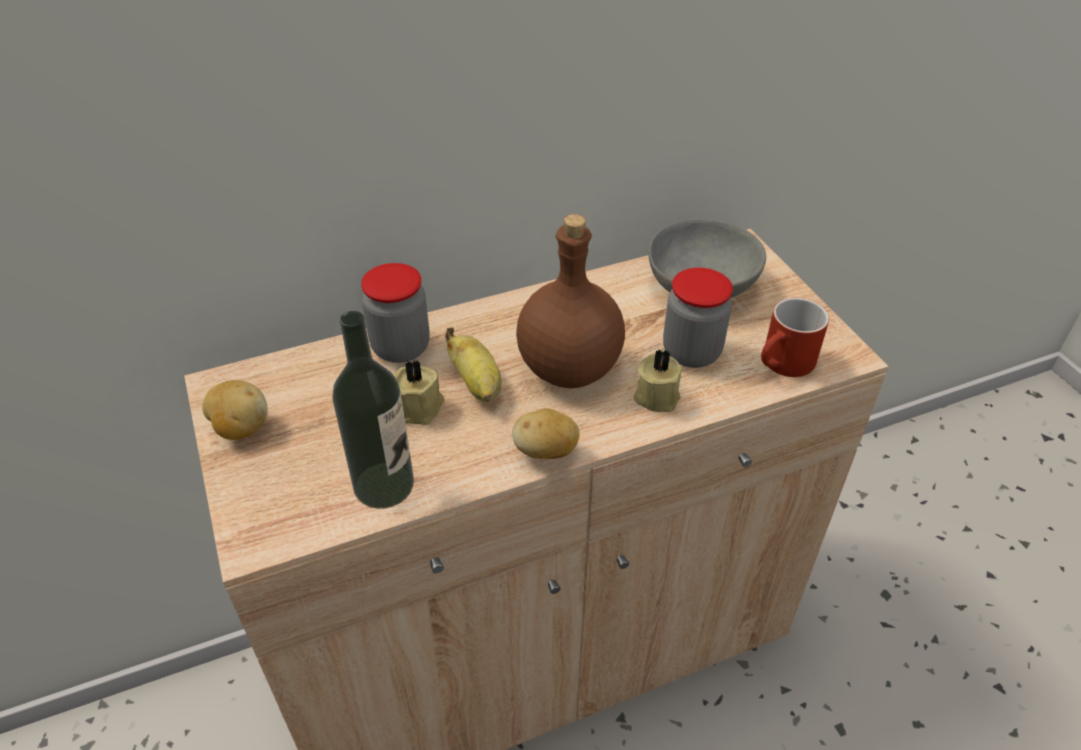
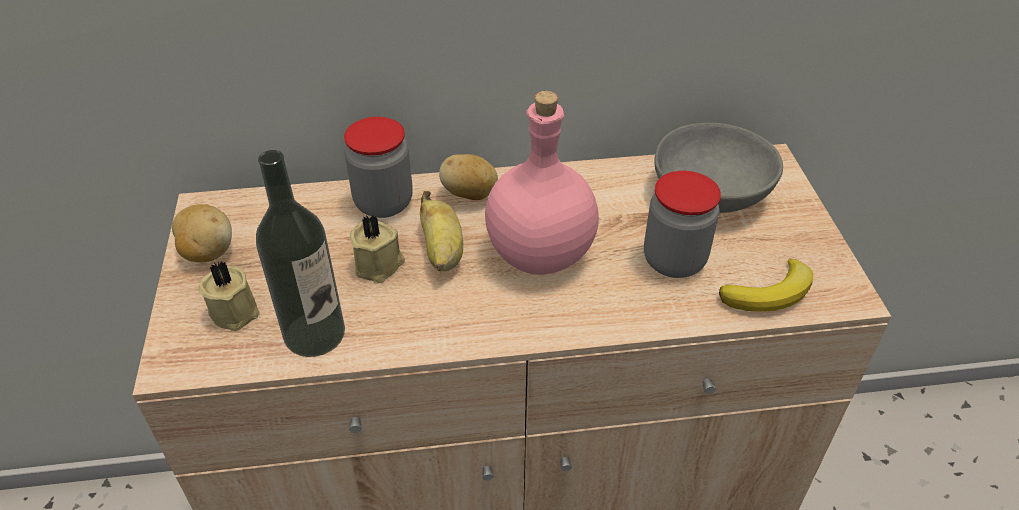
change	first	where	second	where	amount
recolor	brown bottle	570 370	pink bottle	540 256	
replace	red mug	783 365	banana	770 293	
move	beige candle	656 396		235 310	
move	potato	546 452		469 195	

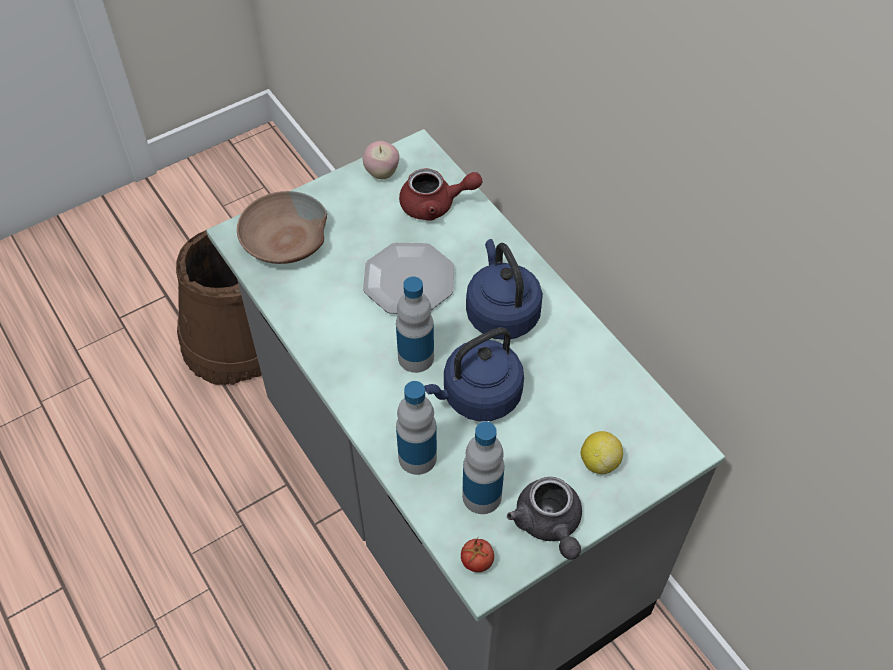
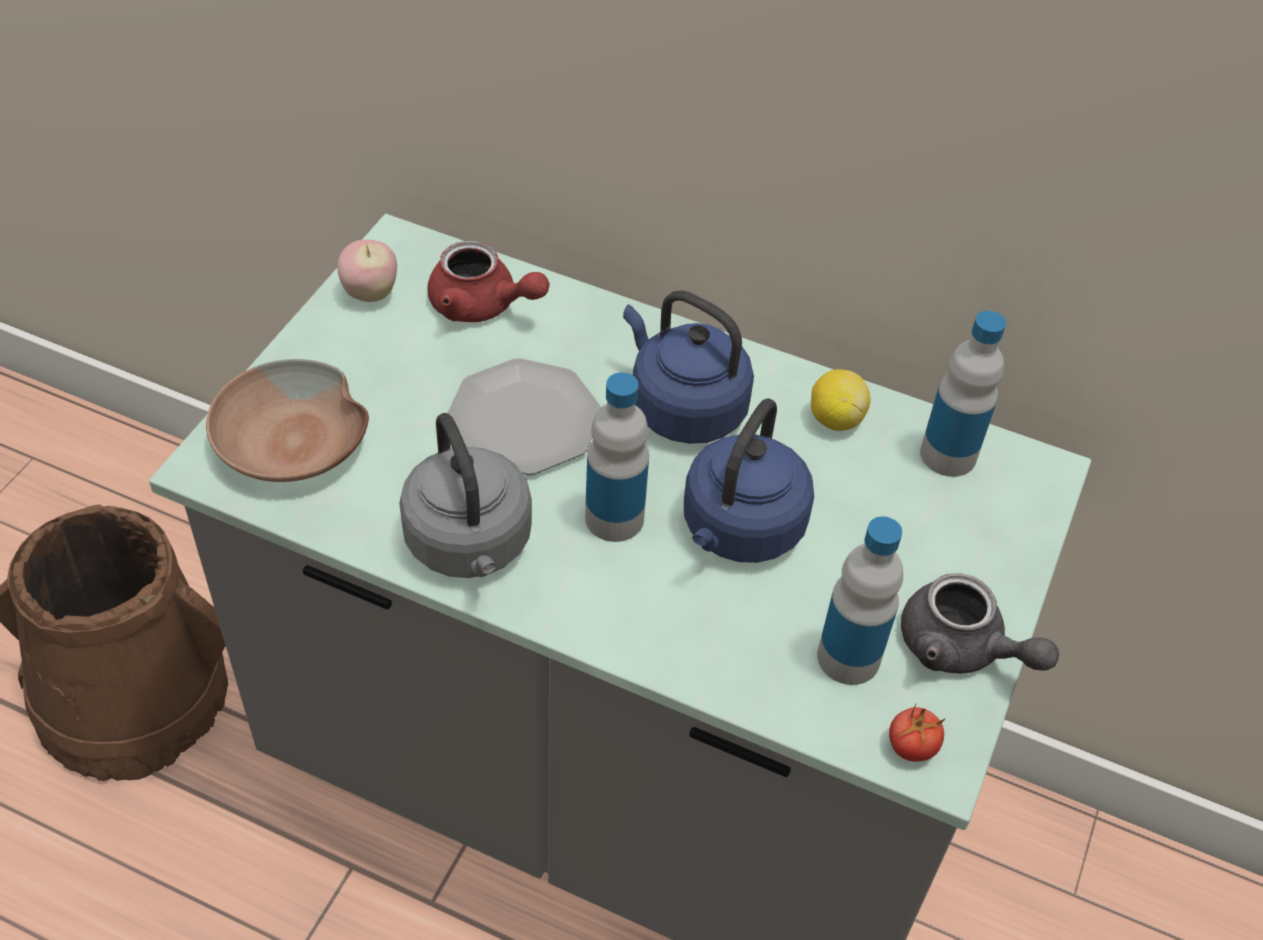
change	first	where	second	where	amount
rotate	red teapot	435 205		482 306	60 degrees clockwise
move	bottle	417 457		948 455	
move	lemon	599 462		835 419	
insert			grey kettle	470 545	

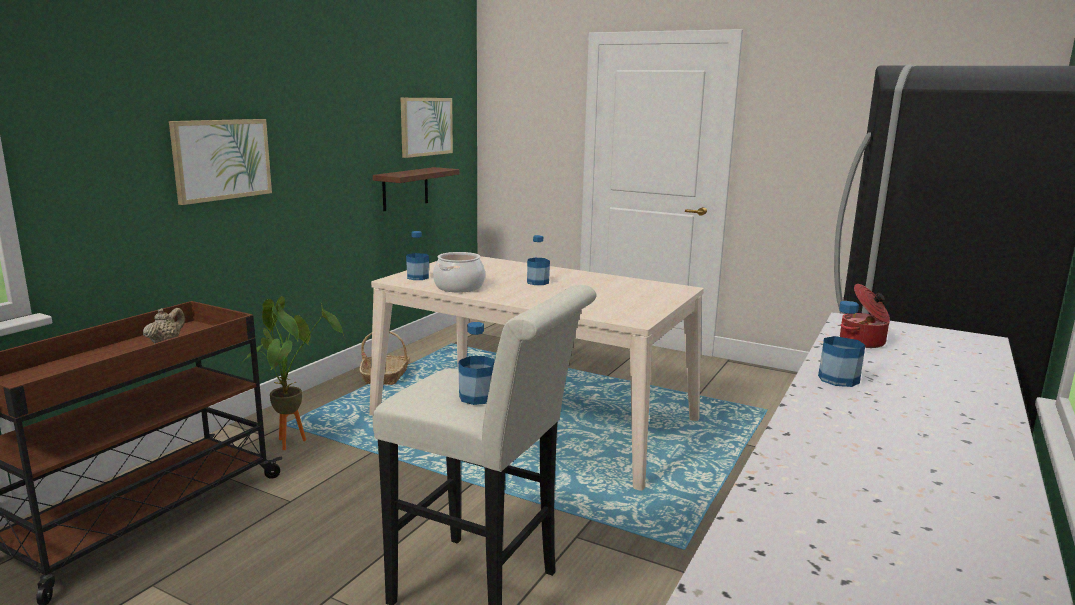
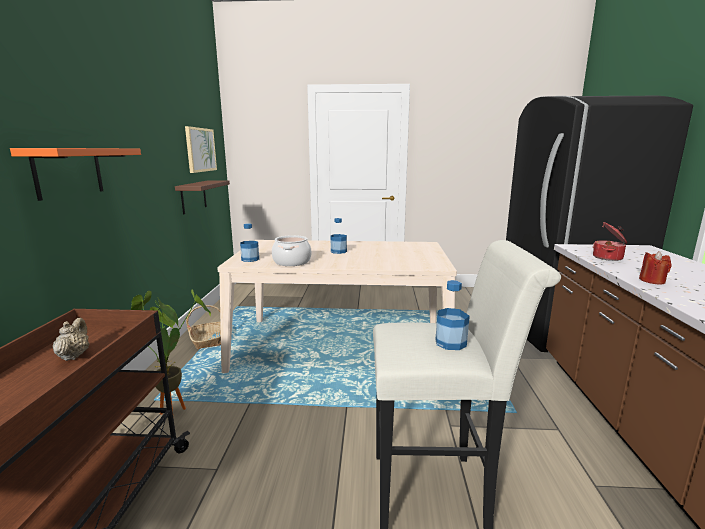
change	first	where	second	where	amount
replace	picture	222 159	orange shelf	69 172	
replace	bottle	838 379	red candle	652 281	

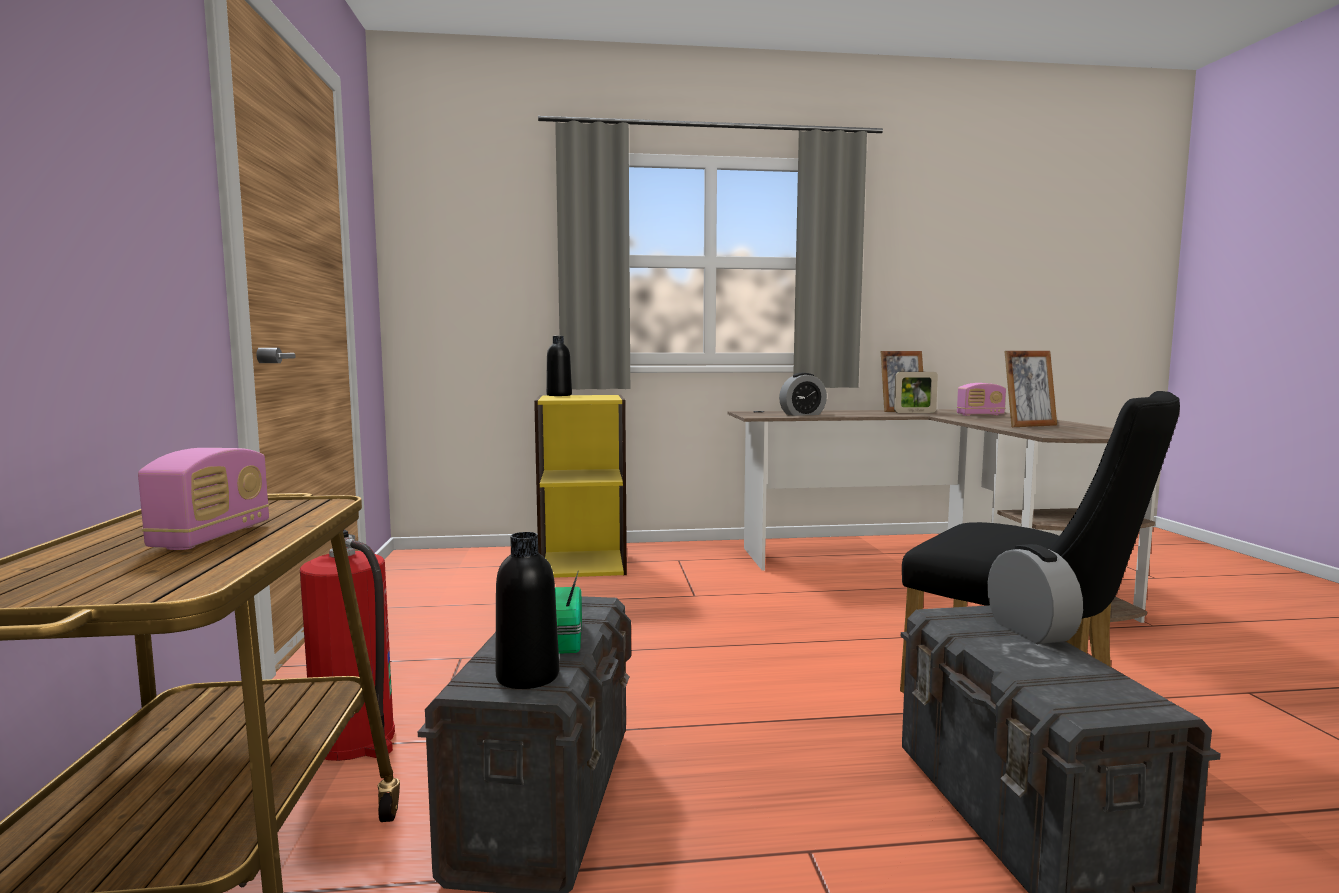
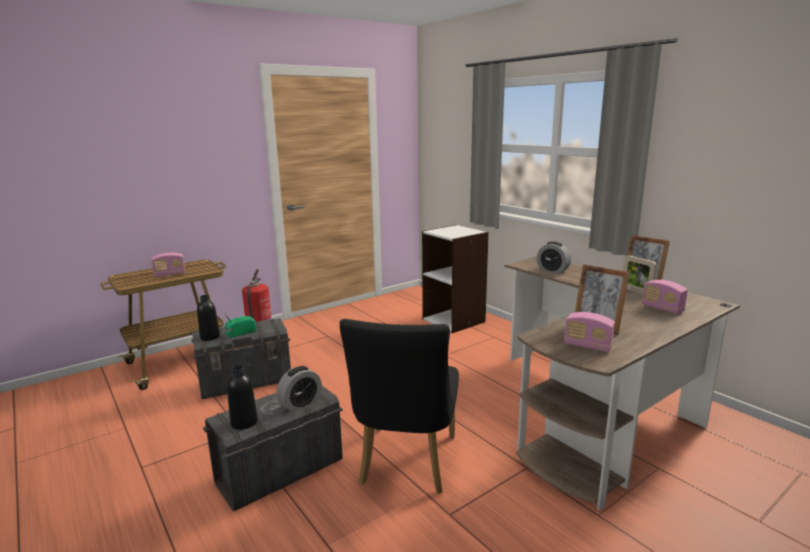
change	first	where	second	where	amount
move	black bottle	559 395		244 422	
recolor	yellow bookcase	583 564	white bookcase	454 320	
insert			radio	587 346	

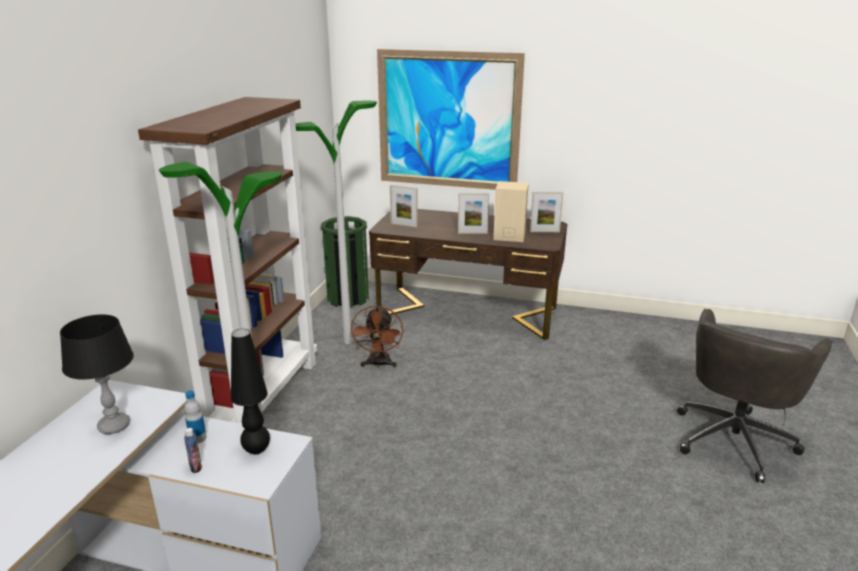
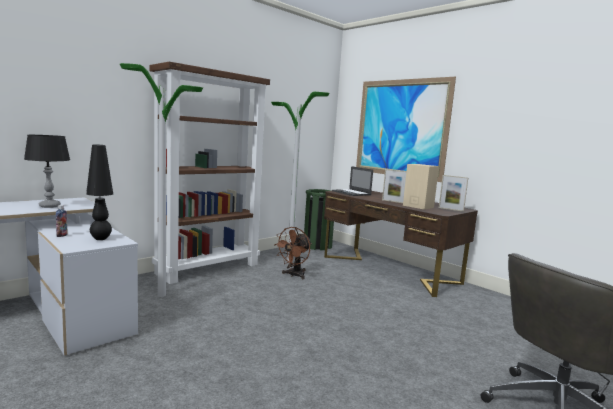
change	first	where	second	where	amount
replace	picture frame	404 225	laptop	351 193	
delete	bottle	197 438			

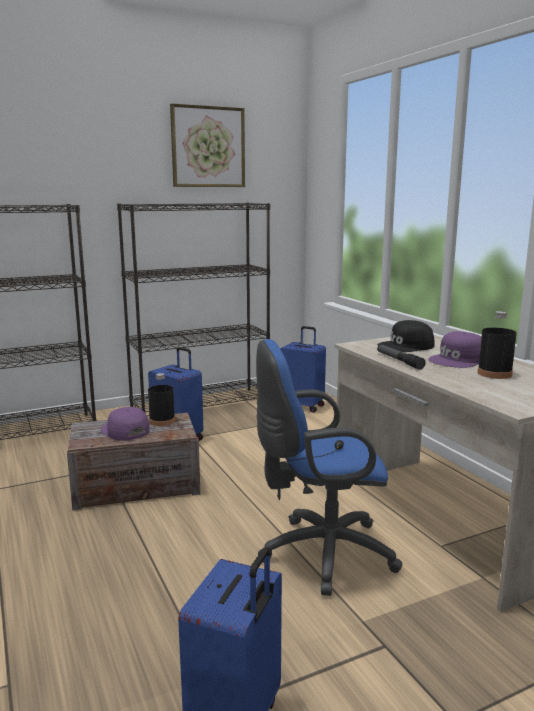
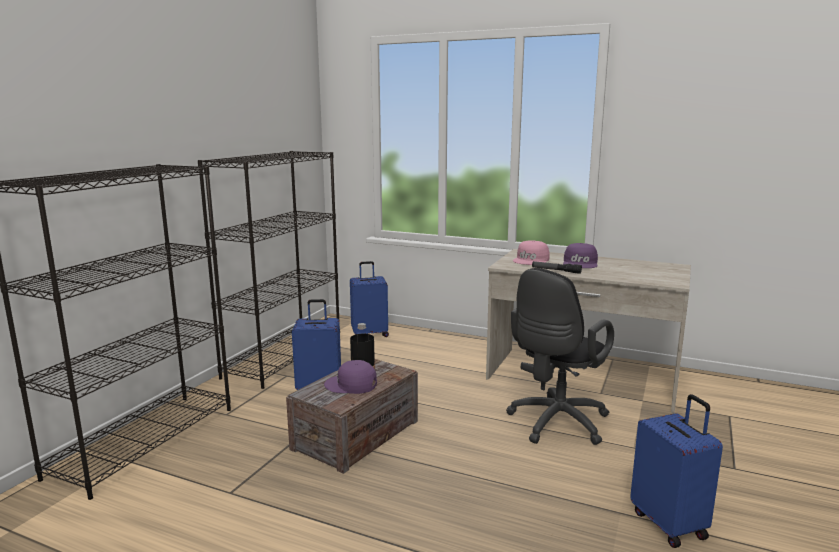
change	first	where	second	where	amount
delete	picture	208 147			
delete	black bottle	494 373			
recolor	black cap	406 346	pink cap	531 260	
recolor	blue office chair	320 553	black office chair	555 424	

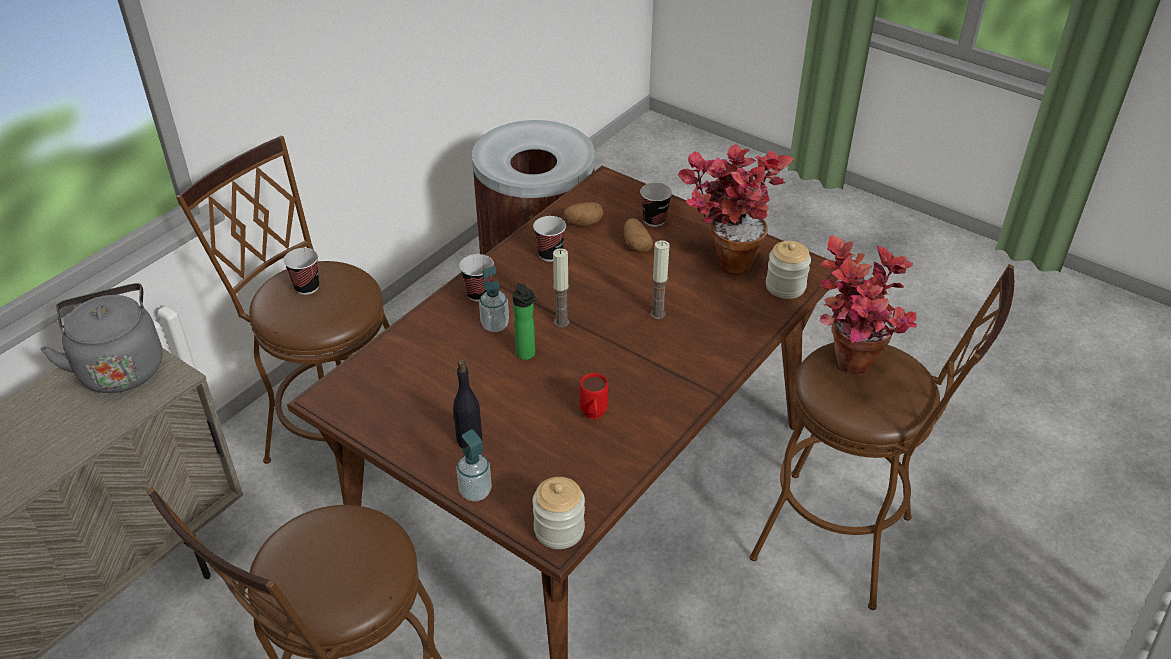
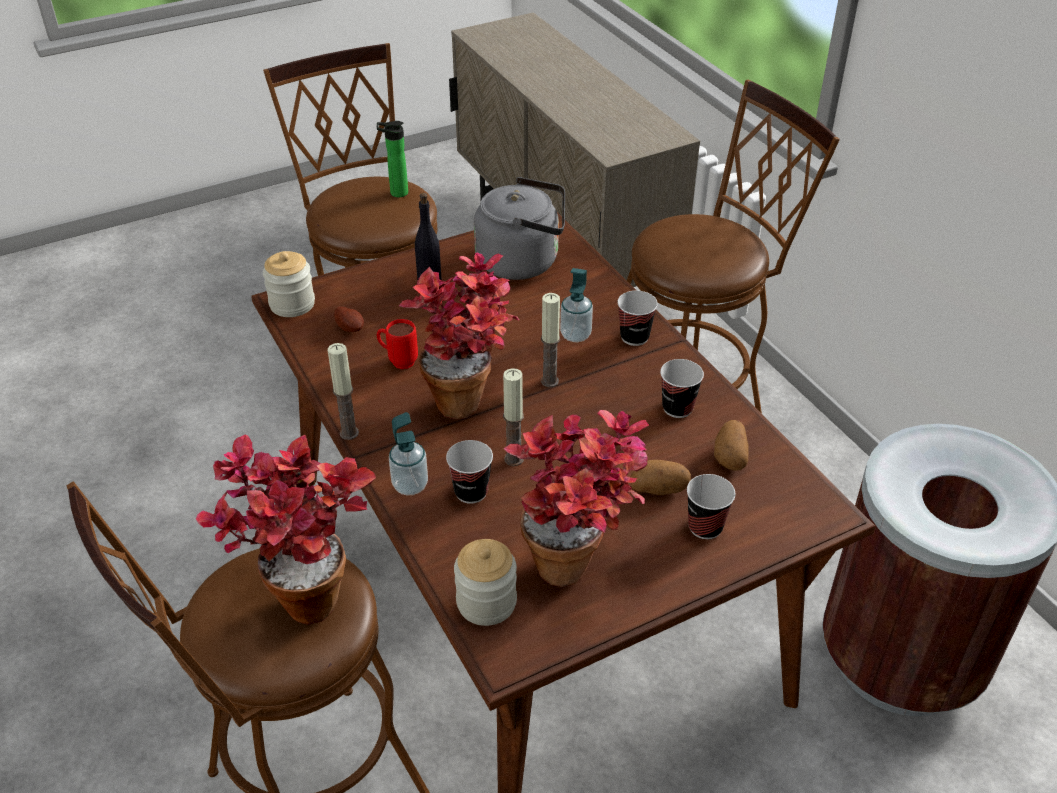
change	first	where	second	where	amount
move	cup	307 287		471 492	
move	grey kettle	120 367		523 261	
move	bottle	527 355		396 193	
move	soap dispenser	475 491		410 485	
insert			potted plant	469 397	
insert			potato	350 328	
insert			candle	349 433	

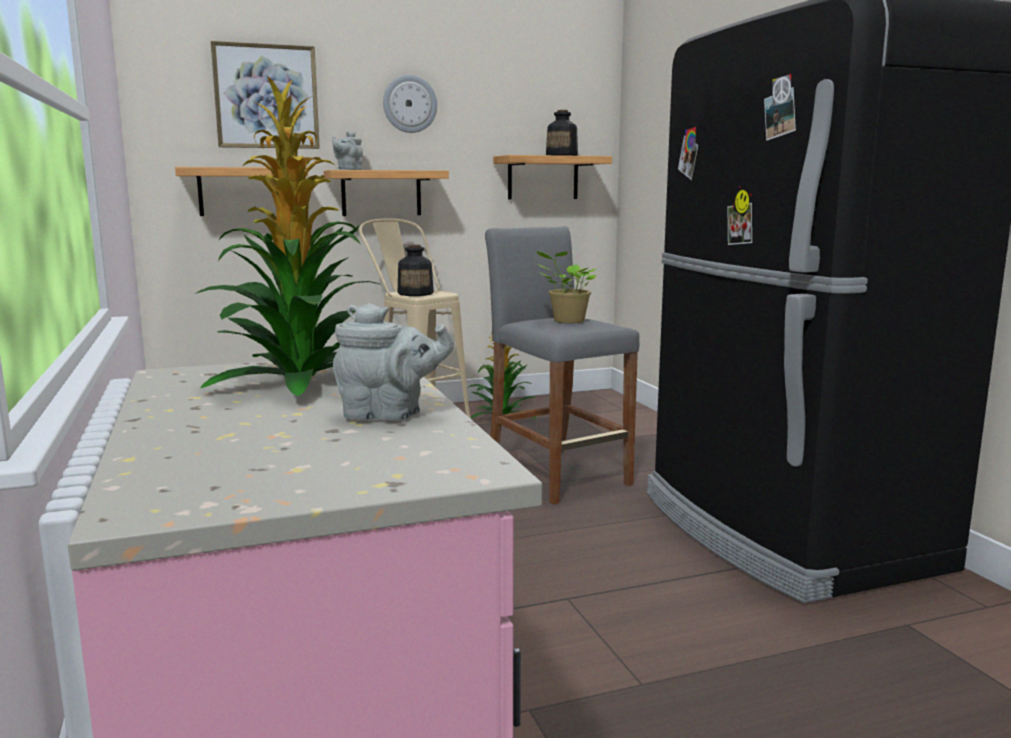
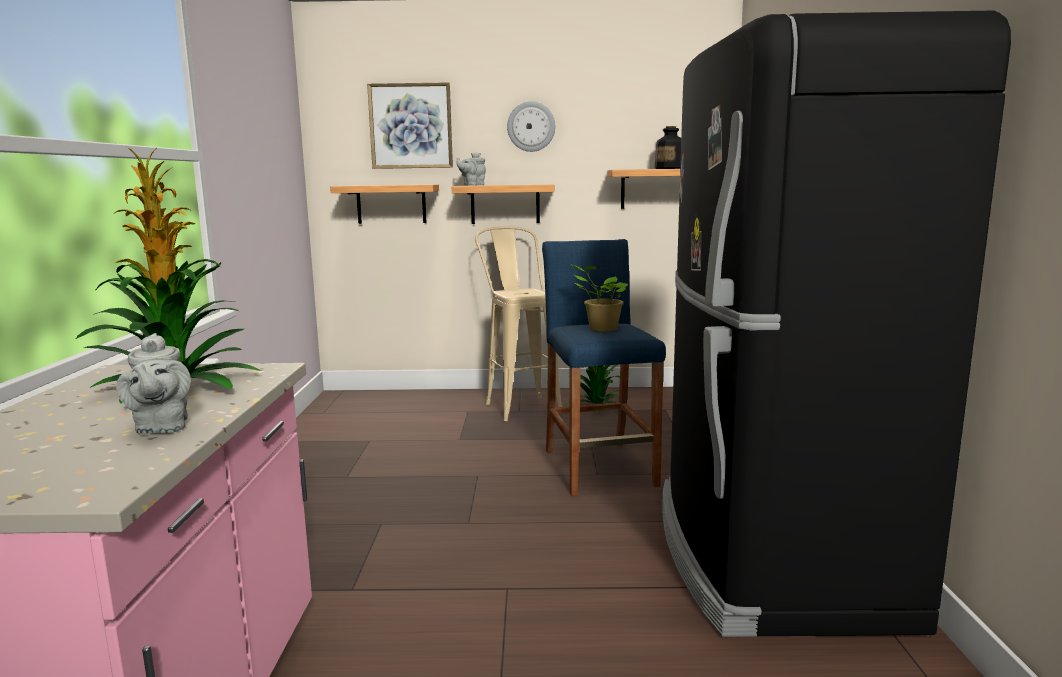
change	first	where	second	where	amount
recolor	grey stool	558 475	blue stool	599 468	
delete	bottle	416 294			
rotate	grey teapot	388 415		161 427	45 degrees clockwise

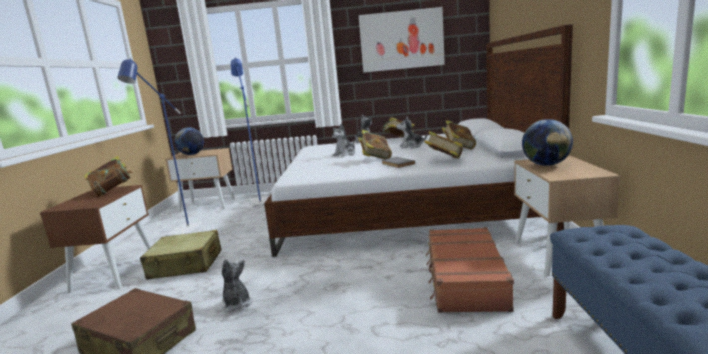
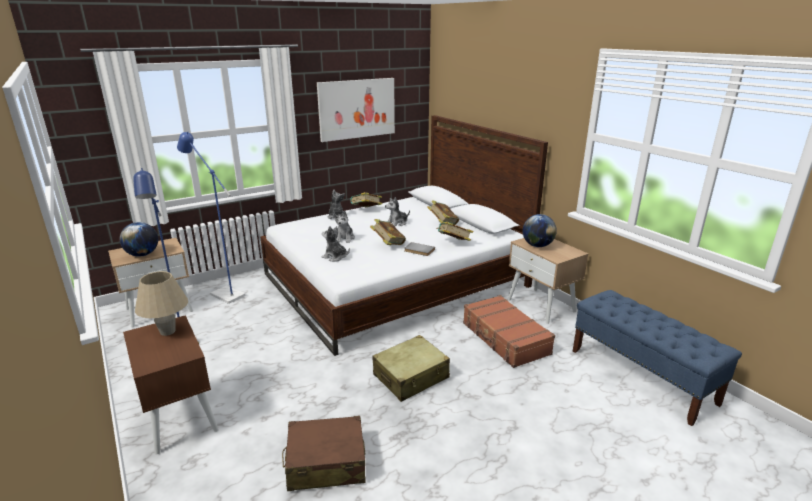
change	first	where	second	where	amount
replace	book	112 191	beige table lamp	167 331	
move	beige suitcase	186 265		411 377	
move	plush toy	236 304		335 257	

